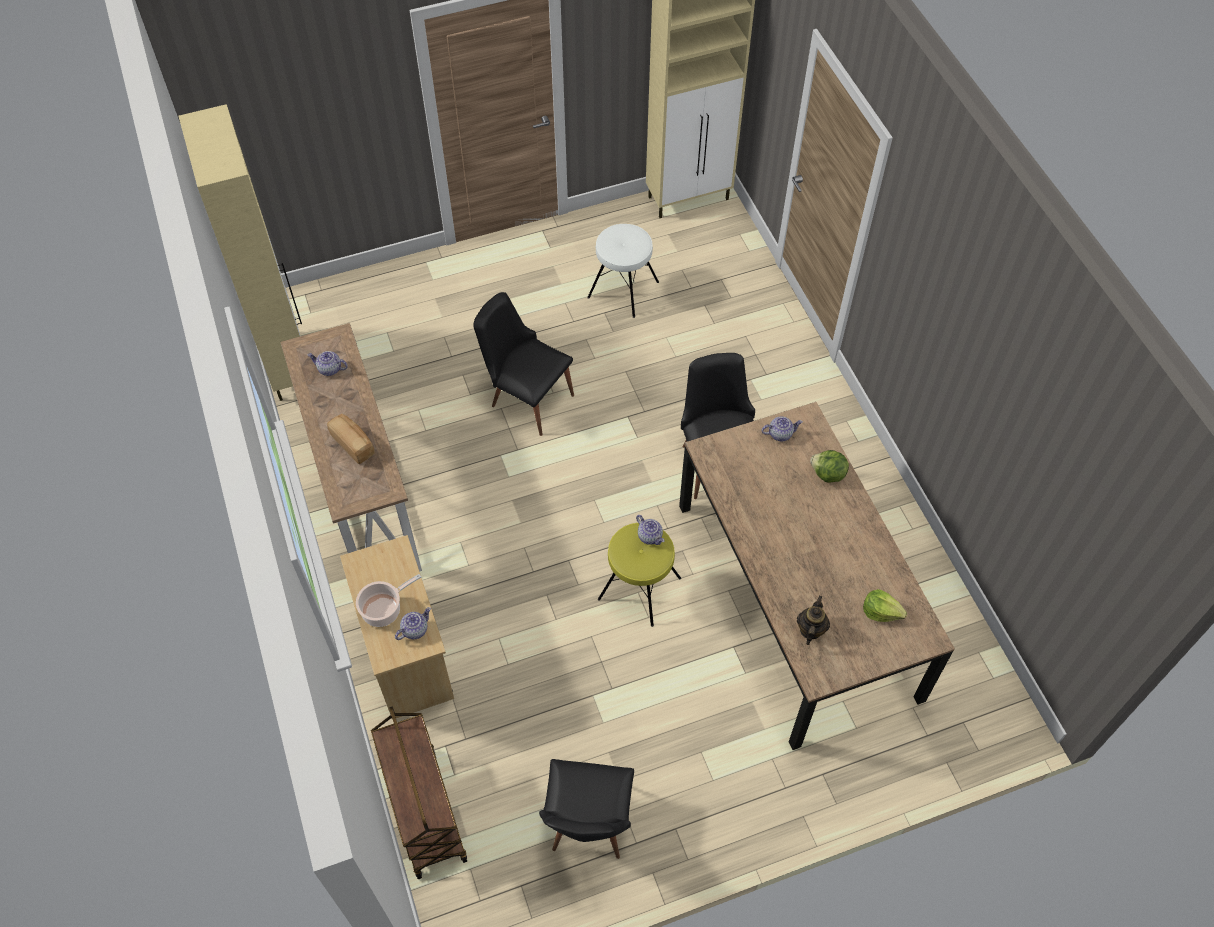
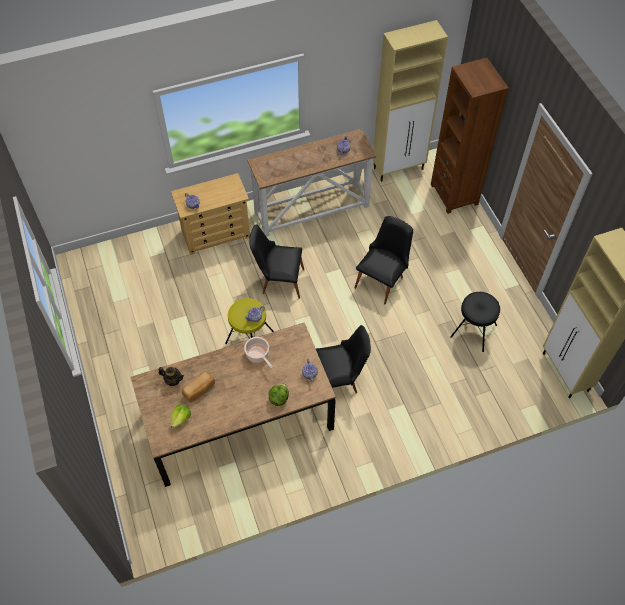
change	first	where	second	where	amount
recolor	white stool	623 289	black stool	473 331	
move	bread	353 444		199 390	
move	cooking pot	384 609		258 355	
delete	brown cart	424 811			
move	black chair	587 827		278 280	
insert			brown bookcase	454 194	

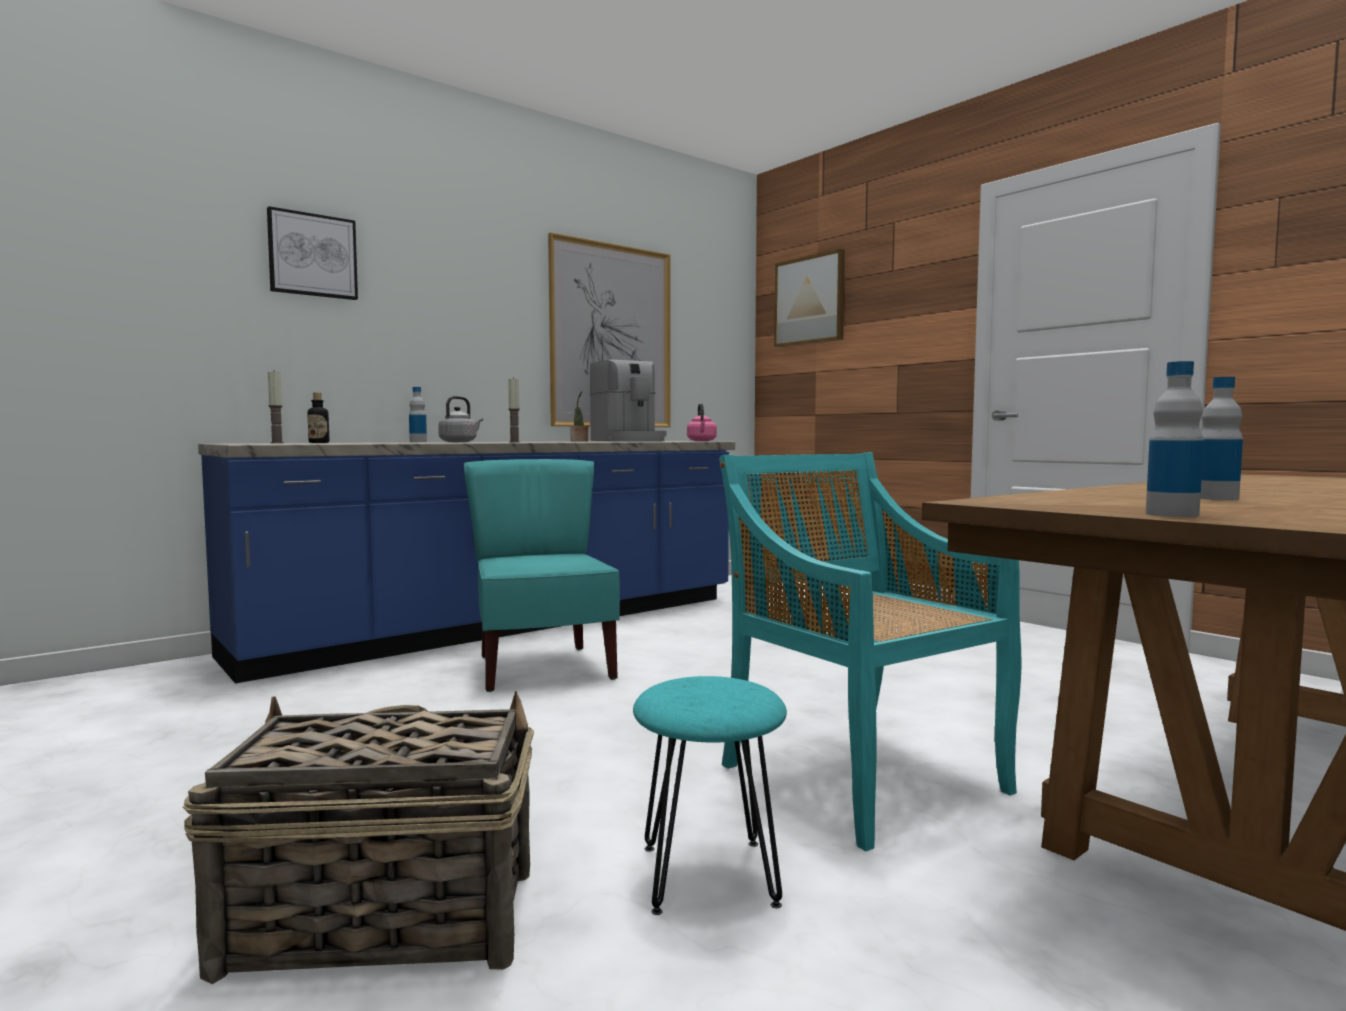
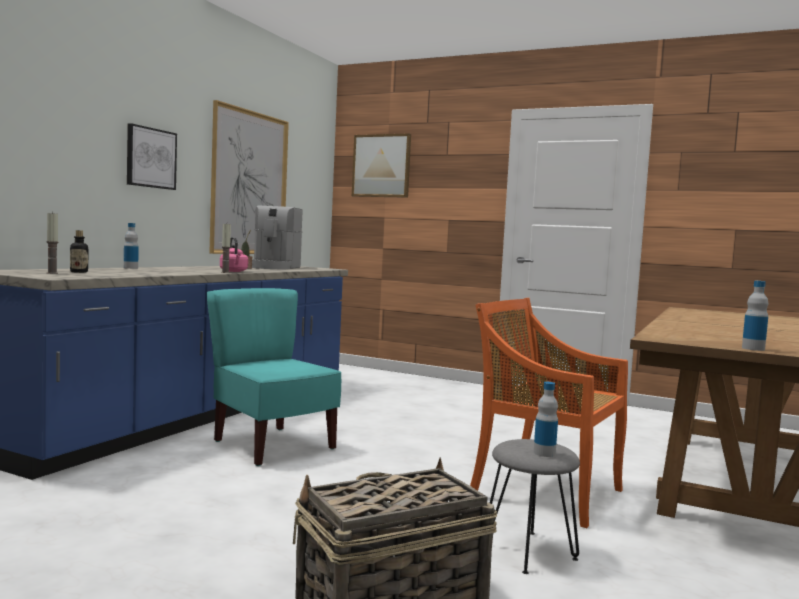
change	first	where	second	where	amount
move	picture	312 255		150 158	
rotate	coffee machine	629 441		274 267	60 degrees clockwise
move	bottle	1216 498		544 453	
delete	grey kettle	460 442			
move	pink kettle	702 441		234 271	
recolor	turquoise chair	860 777	orange chair	544 492	
recolor	turquoise stool	710 875	grey stool	529 551	

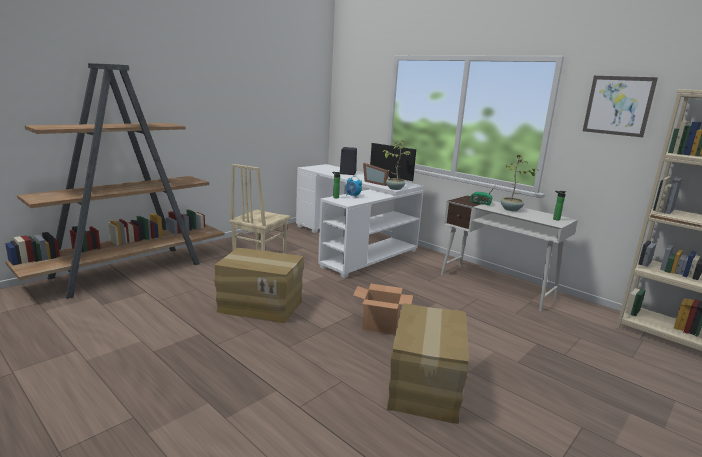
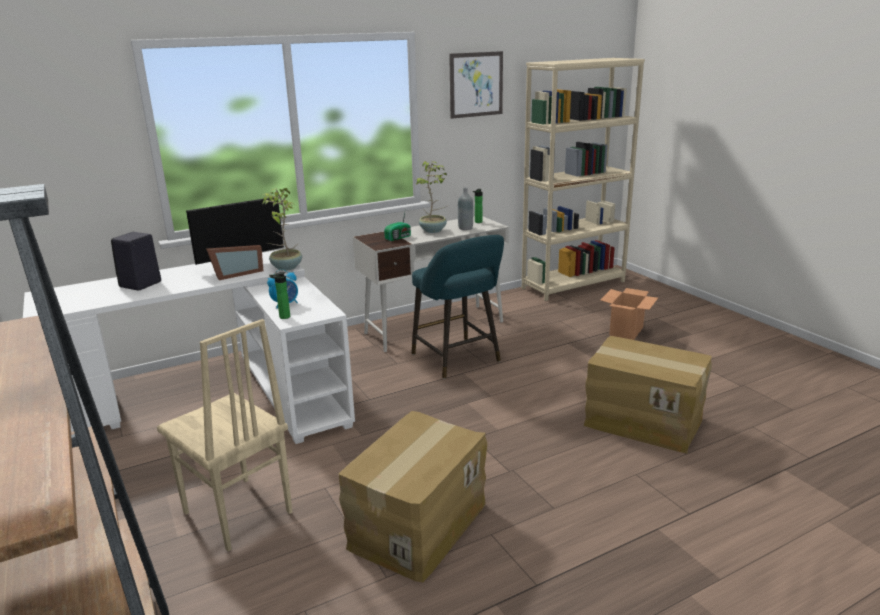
change	first	where	second	where	amount
move	cardboard box	381 326		626 331	
insert			grey bottle	465 228	
insert			turquoise stool	458 360	

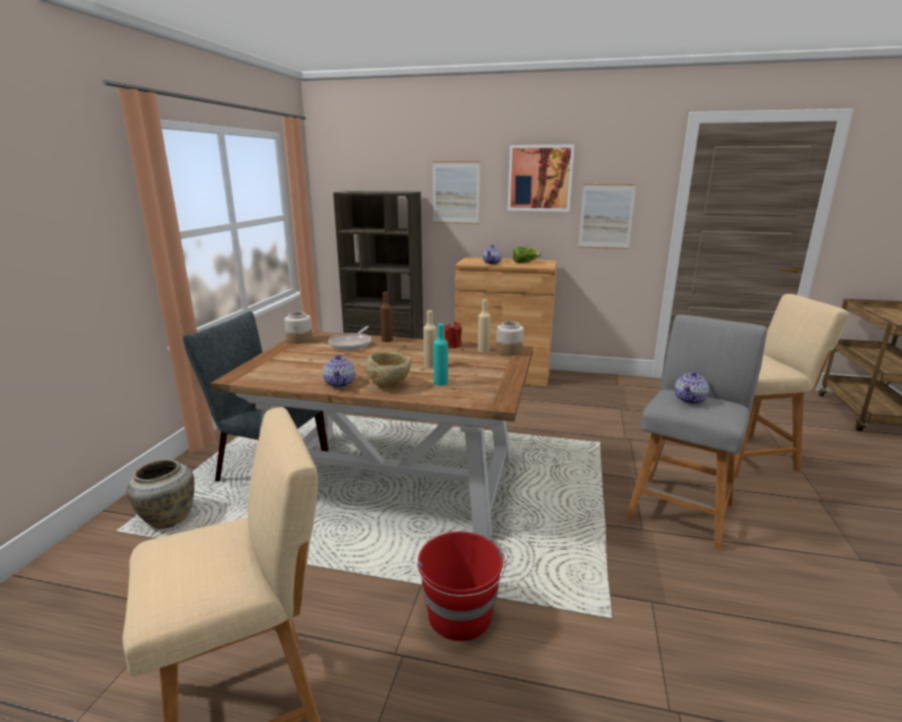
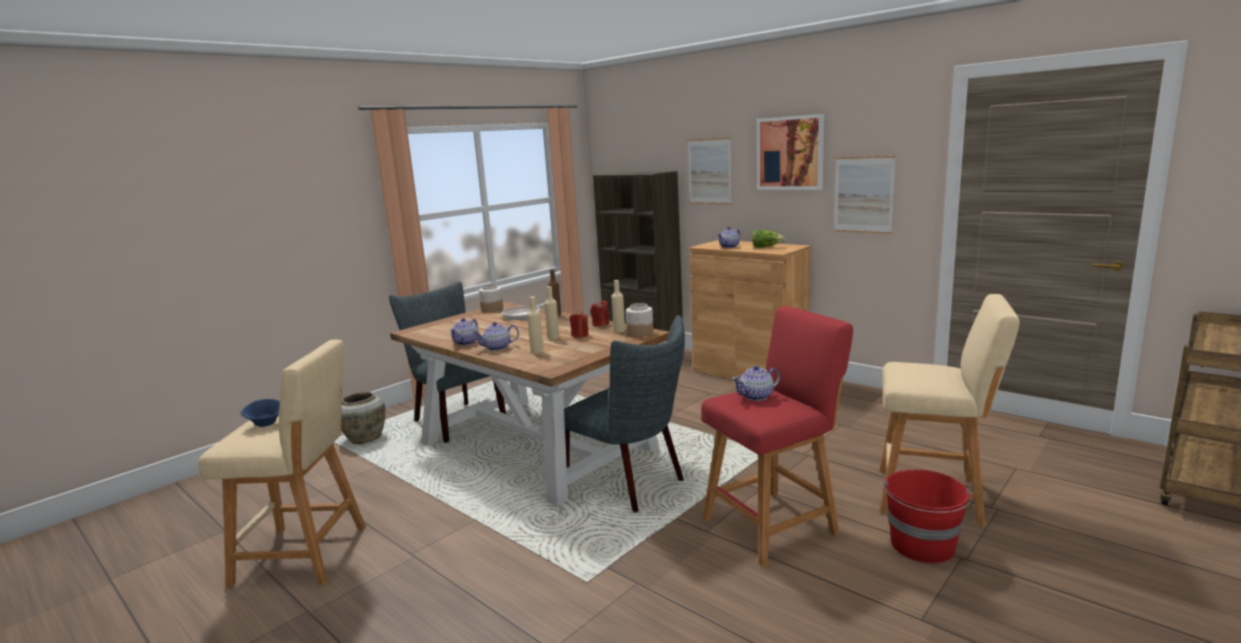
change	first	where	second	where	amount
recolor	grey stool	681 508	red stool	774 524	
recolor	turquoise bottle	441 383	beige bottle	537 351	
replace	beige bowl	390 385	teapot	497 348	
move	red bucket	460 616		923 546	
insert			red candle	580 335	
insert			grey chair	631 484	
insert			blue bowl	266 424	

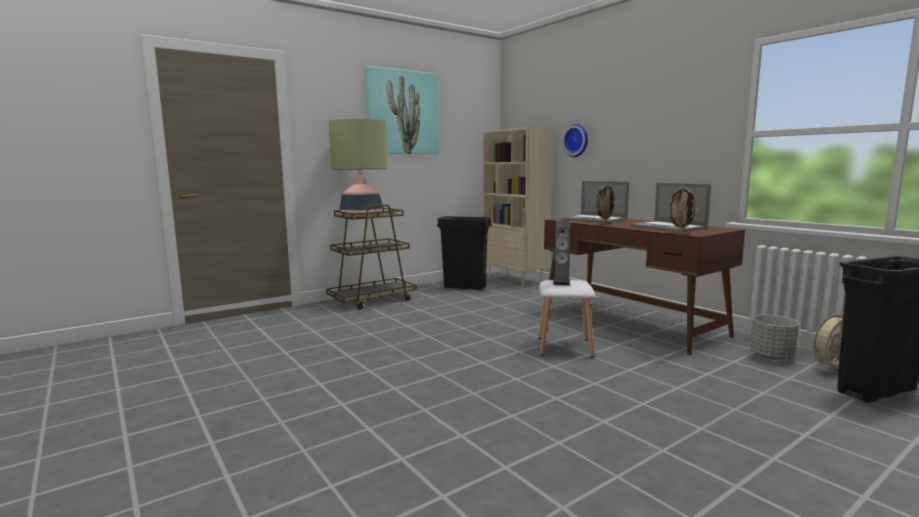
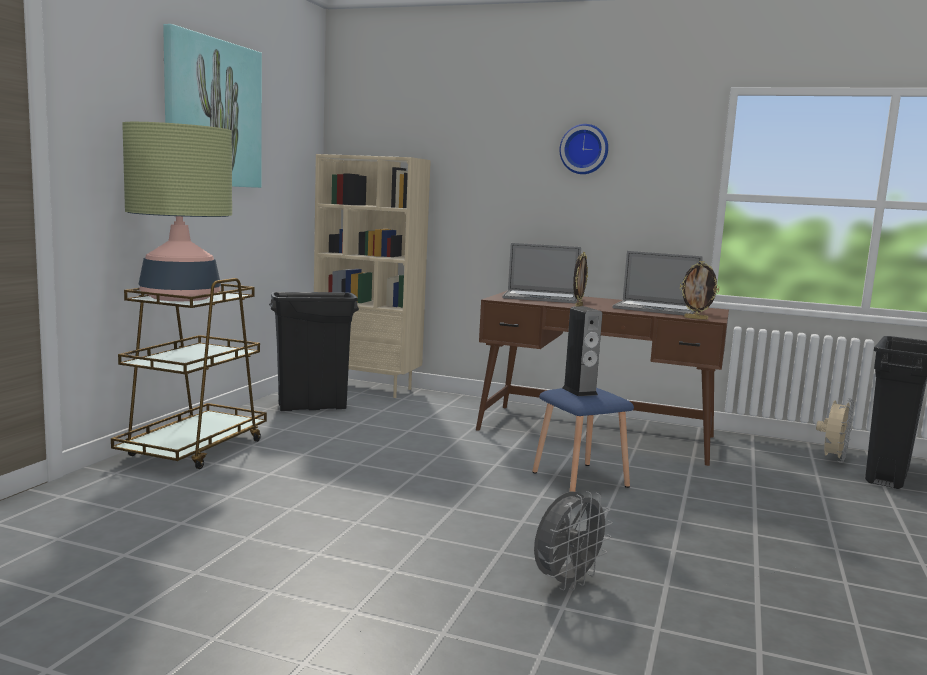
change	first	where	second	where	amount
move	wall clock	577 140		584 149	
recolor	white stool	563 347	blue stool	579 480	
delete	grey planter	771 356			
insert			grey fan	566 582	

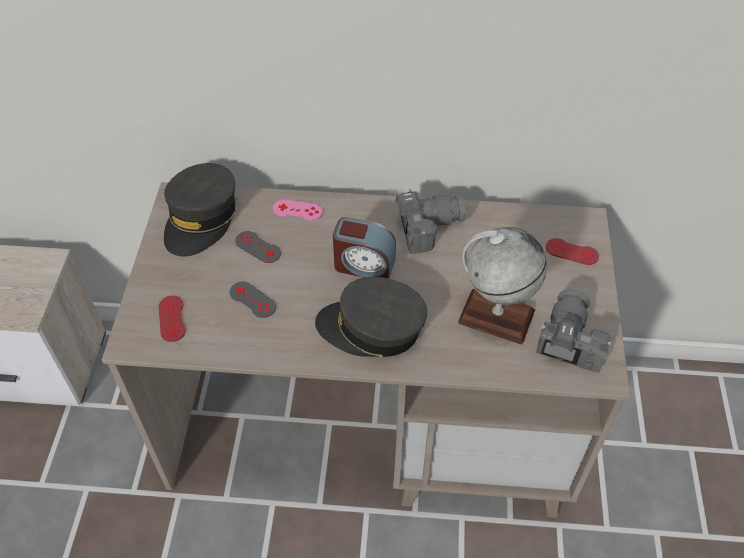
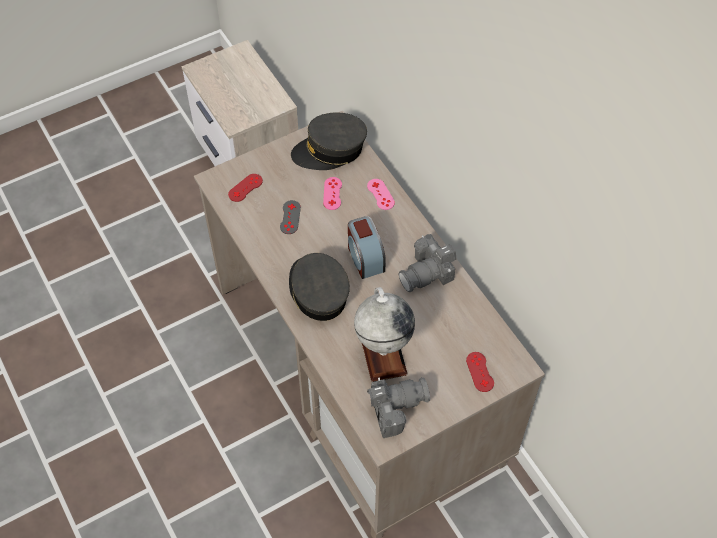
change	first	where	second	where	amount
rotate	photo camera	425 226		428 273	105 degrees clockwise
recolor	grey game controller	258 247	pink game controller	332 193	

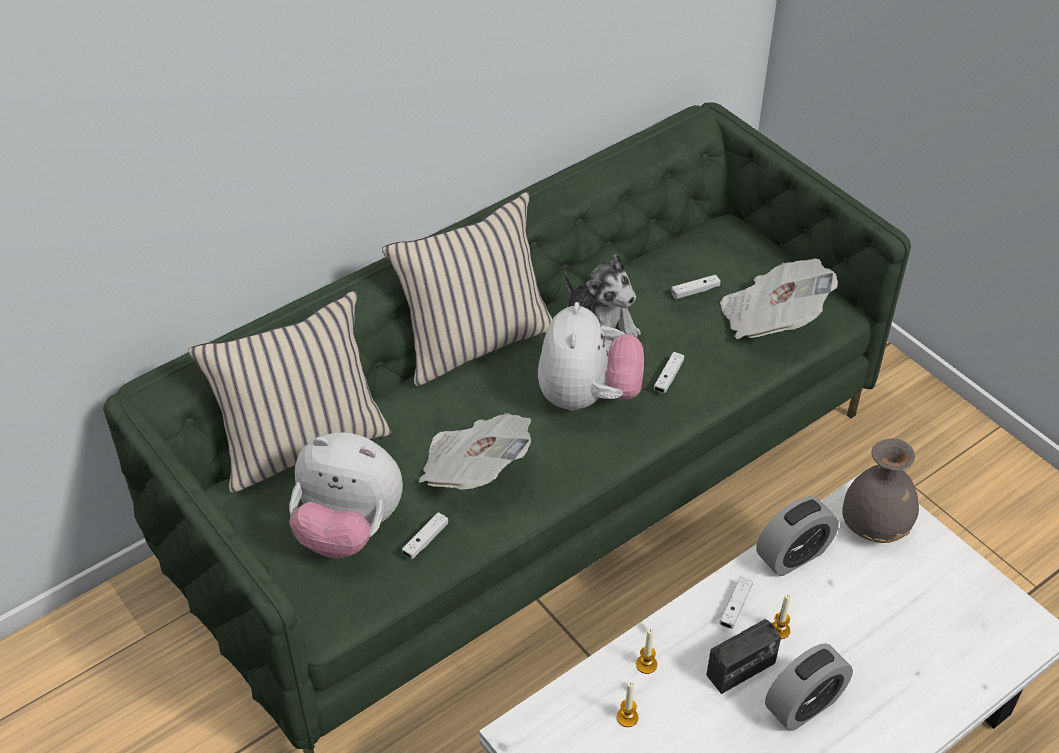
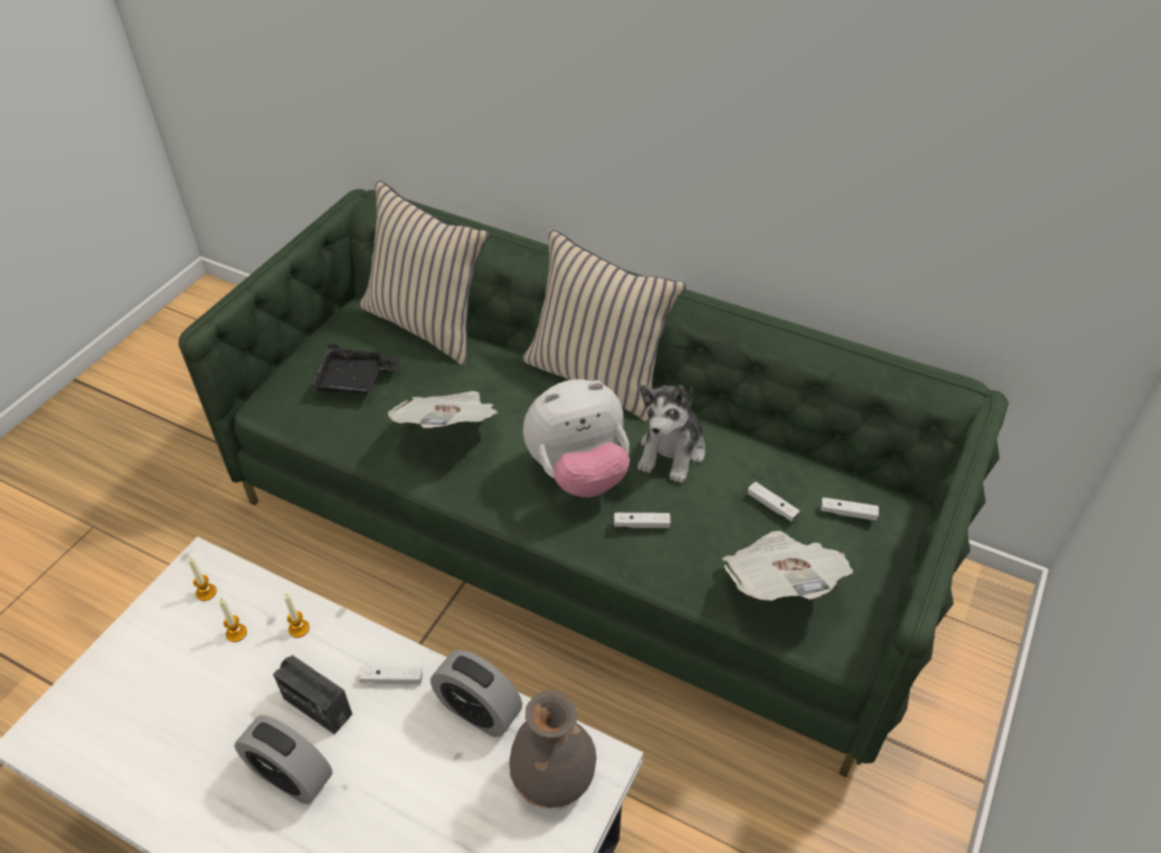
change	first	where	second	where	amount
replace	plush toy	348 529	black tray	355 380	
move	white game controller	425 540		848 513	
move	candle	779 630		206 592	

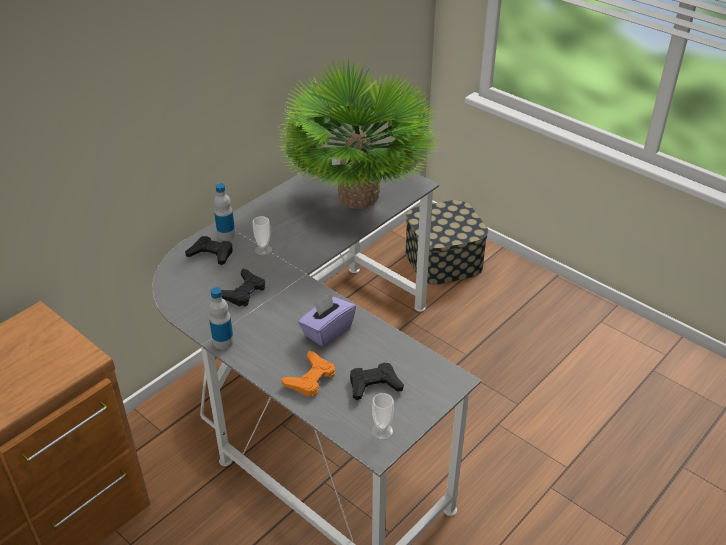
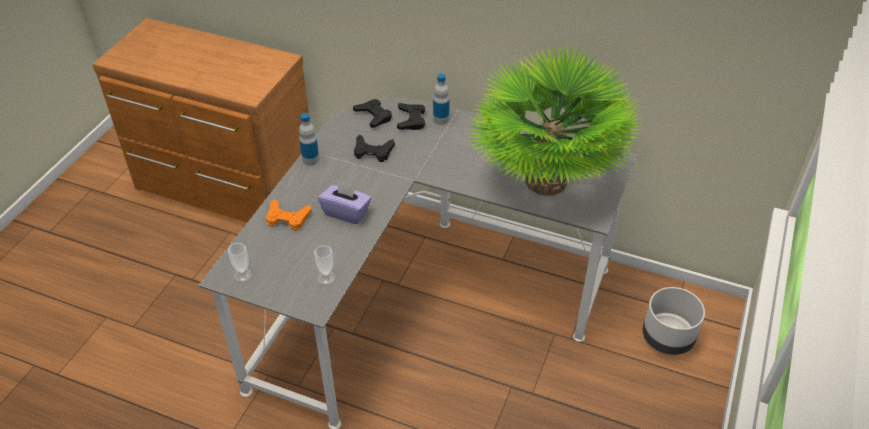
change	first	where	second	where	amount
replace	storage box	443 259	grey planter	668 338	
move	cup	263 250		326 277	
move	black game controller	374 385		373 116	

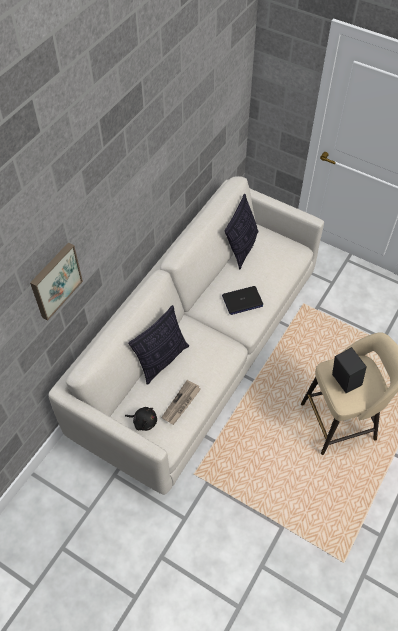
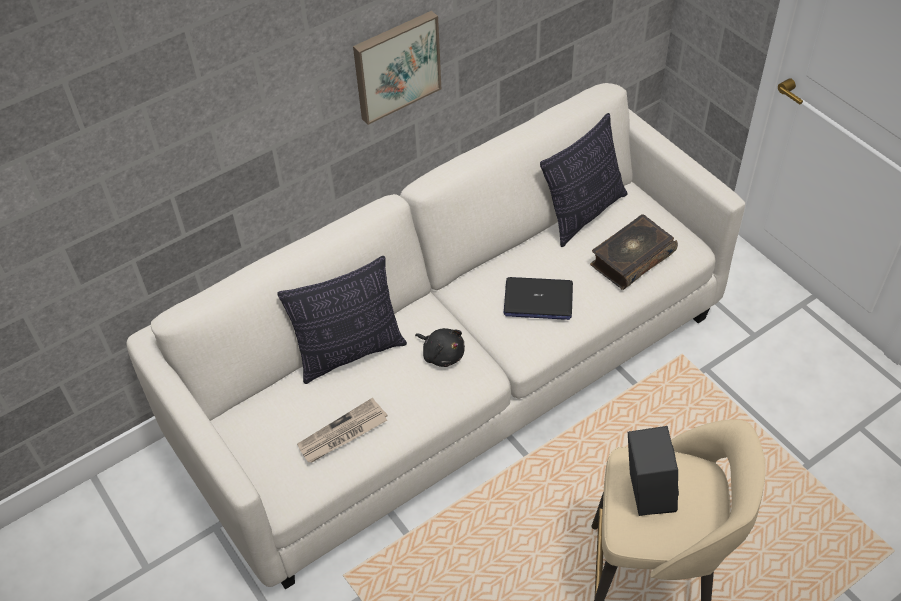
change	first	where	second	where	amount
move	picture	55 280		396 65	
move	black plush toy	143 421		442 354	
insert			book	631 259	

